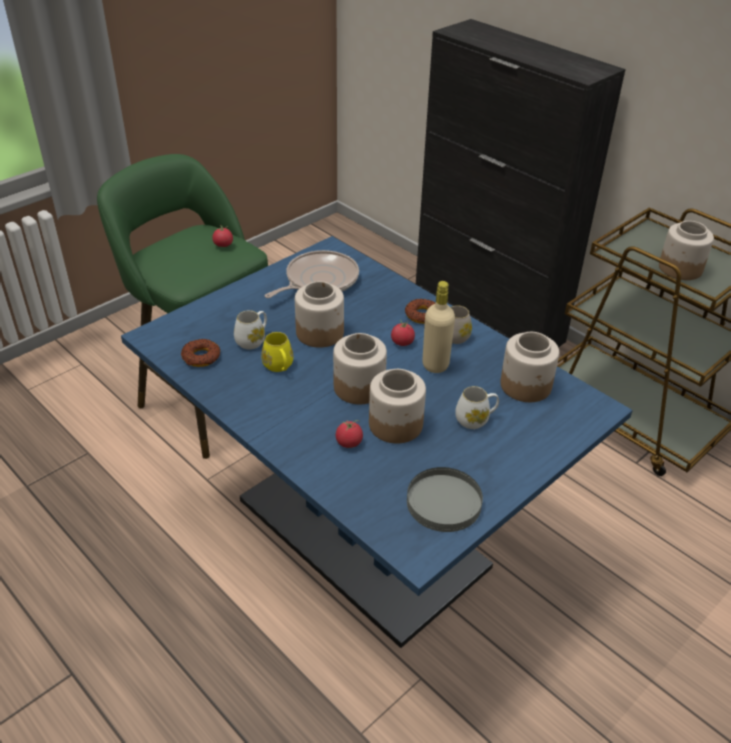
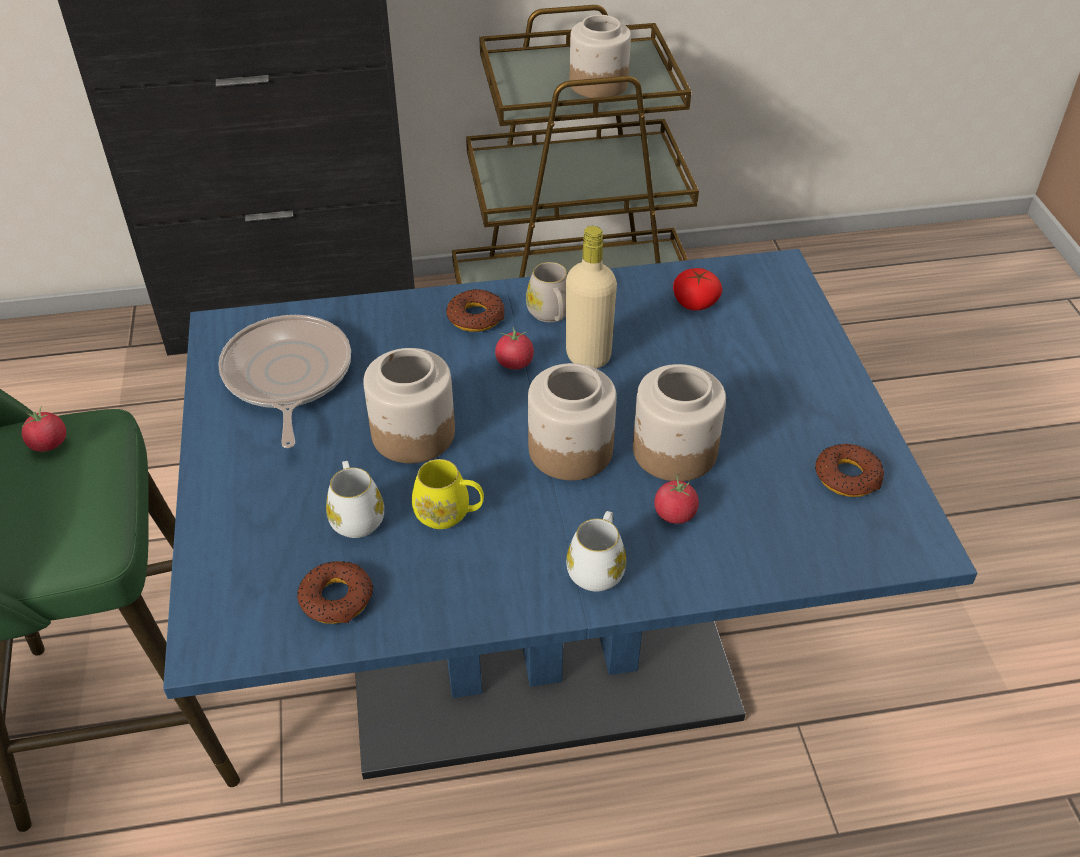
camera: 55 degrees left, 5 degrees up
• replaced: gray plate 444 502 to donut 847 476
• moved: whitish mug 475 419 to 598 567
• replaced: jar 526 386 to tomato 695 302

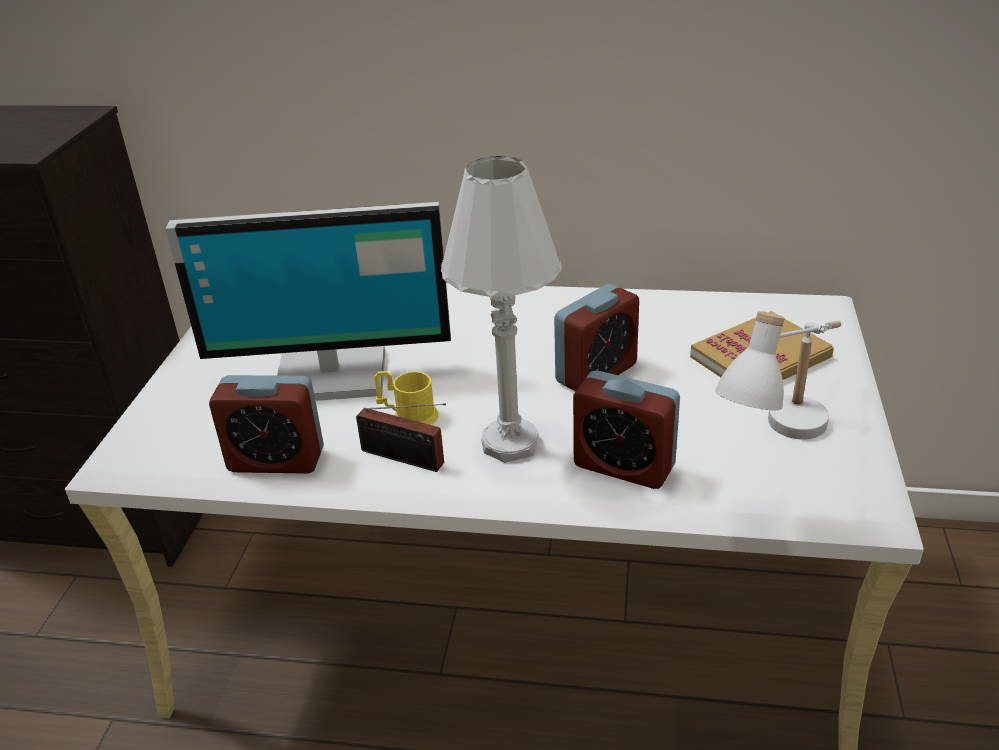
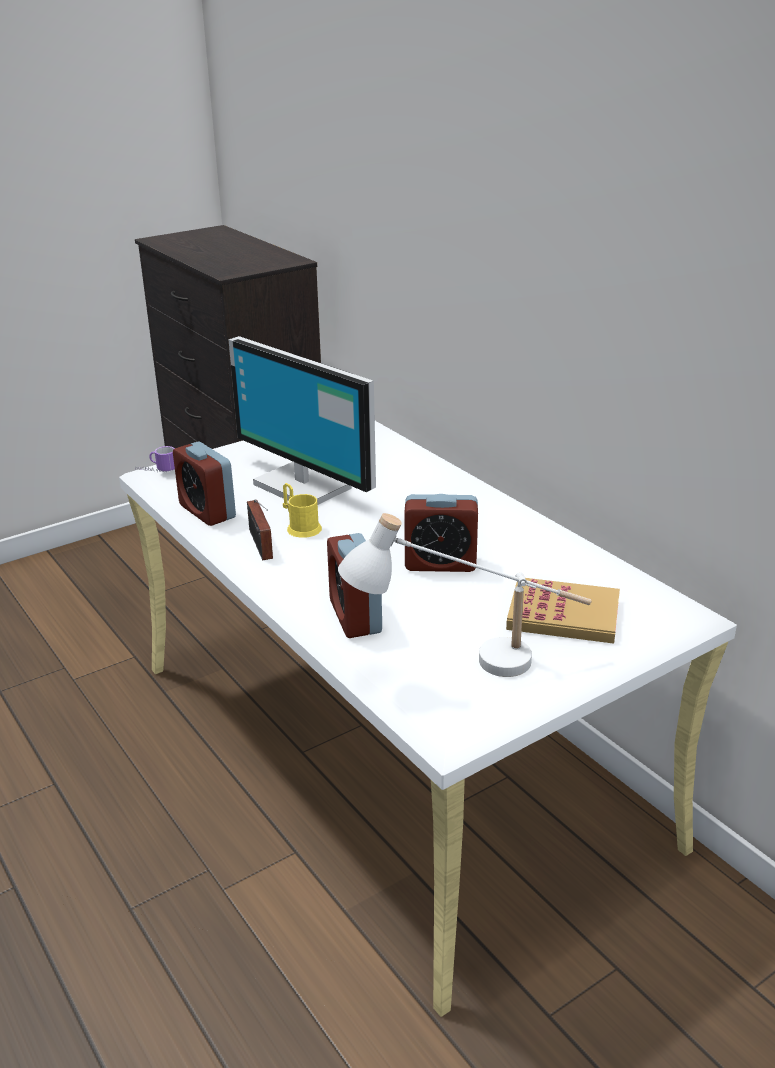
camera: 45 degrees right, 5 degrees down
• removed: whitish table lamp 510 443
• added: mug 156 472

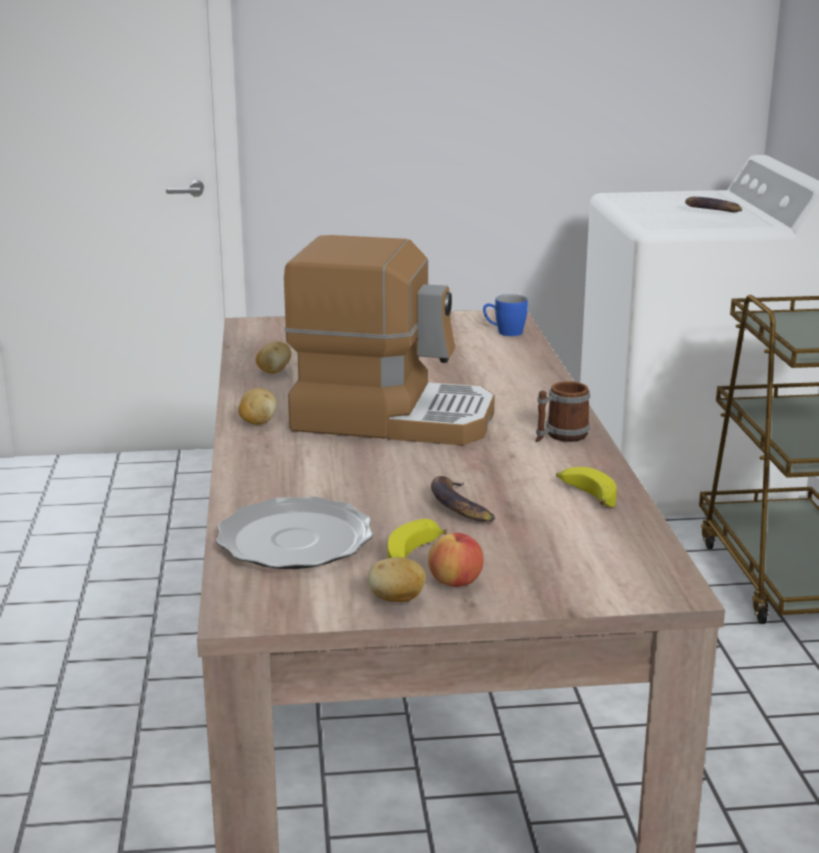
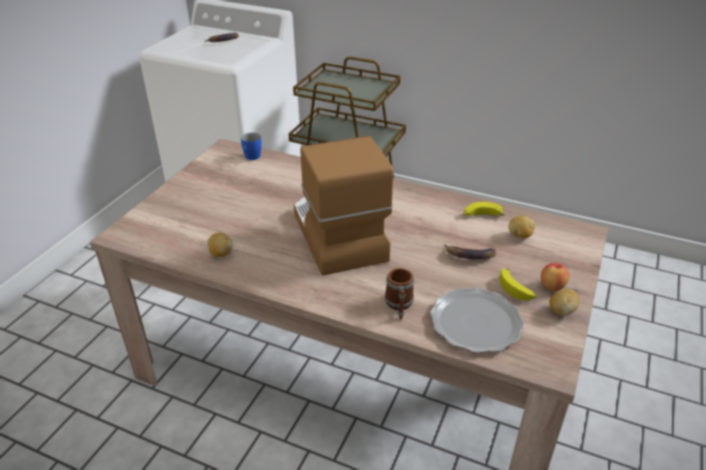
camera: 60 degrees left, 15 degrees up
• moved: spud 257 422 to 519 236
• turned: coffee brewer 392 417 = 337 235 60 degrees counterclockwise
• moved: mug 560 436 to 399 305

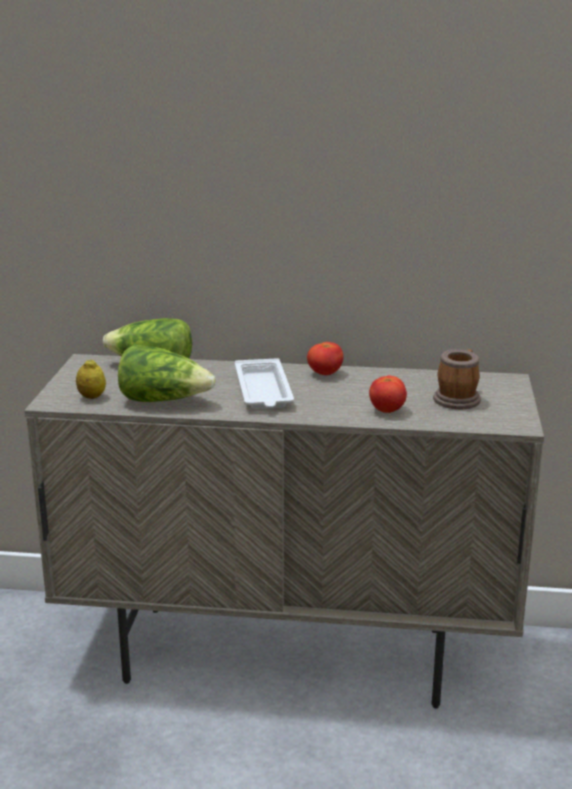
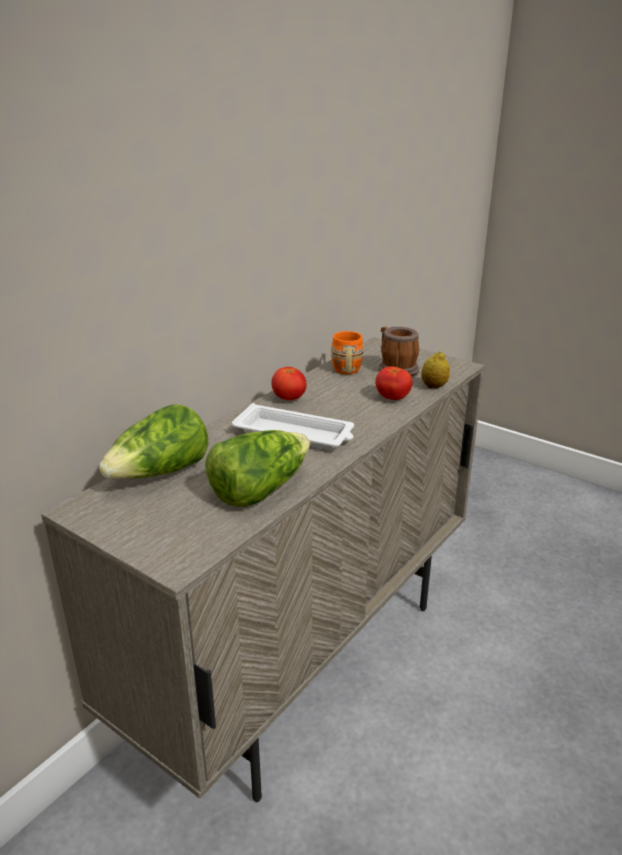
camera: 60 degrees left, 5 degrees up
• moved: whole lemon 92 397 to 434 386
• added: orange mug 346 366

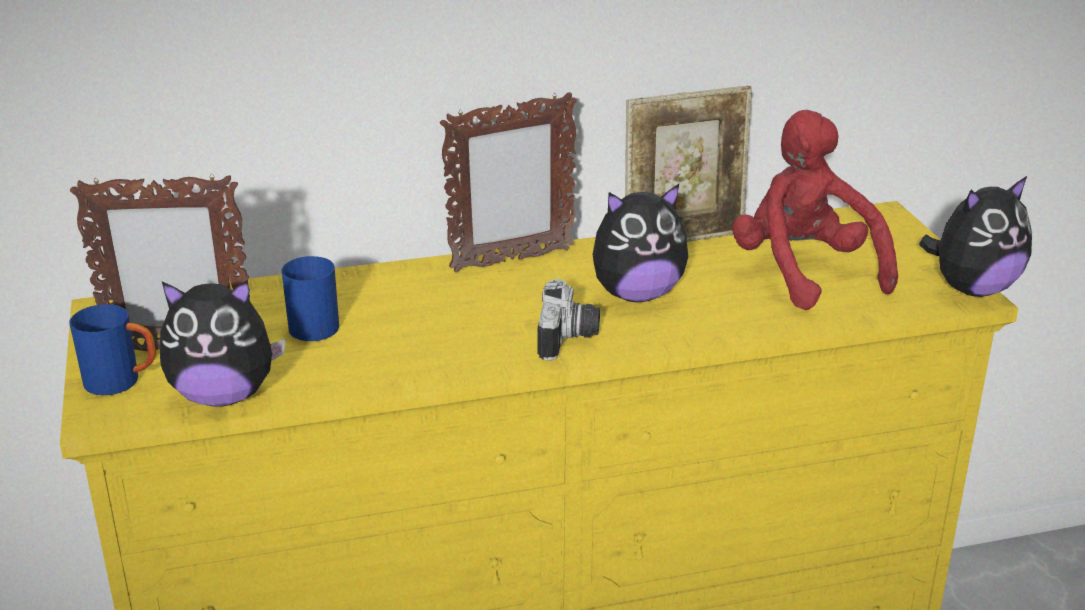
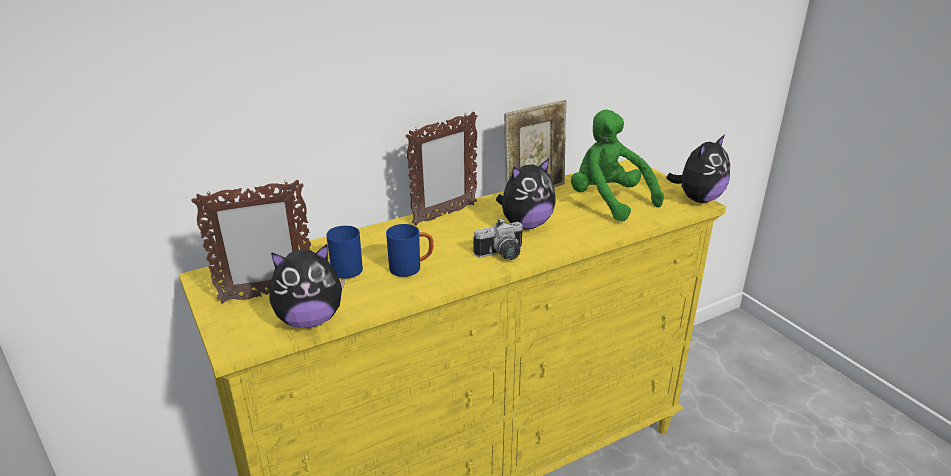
camera: 15 degrees left, 0 degrees up
• moved: blue mug 122 382 to 411 268
• turned: photo camera 569 339 = 502 255 75 degrees clockwise
• recoloured: red-coloured cuddly toy 804 272 to green-coloured cuddly toy 608 201

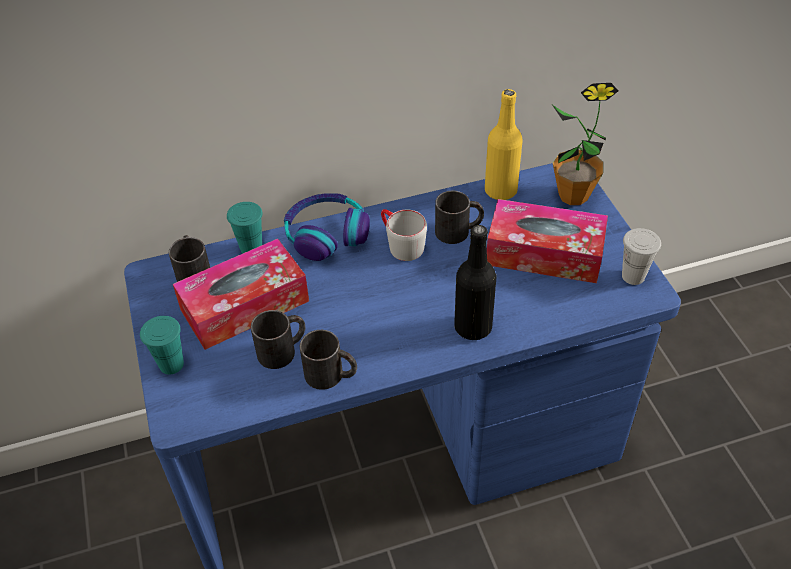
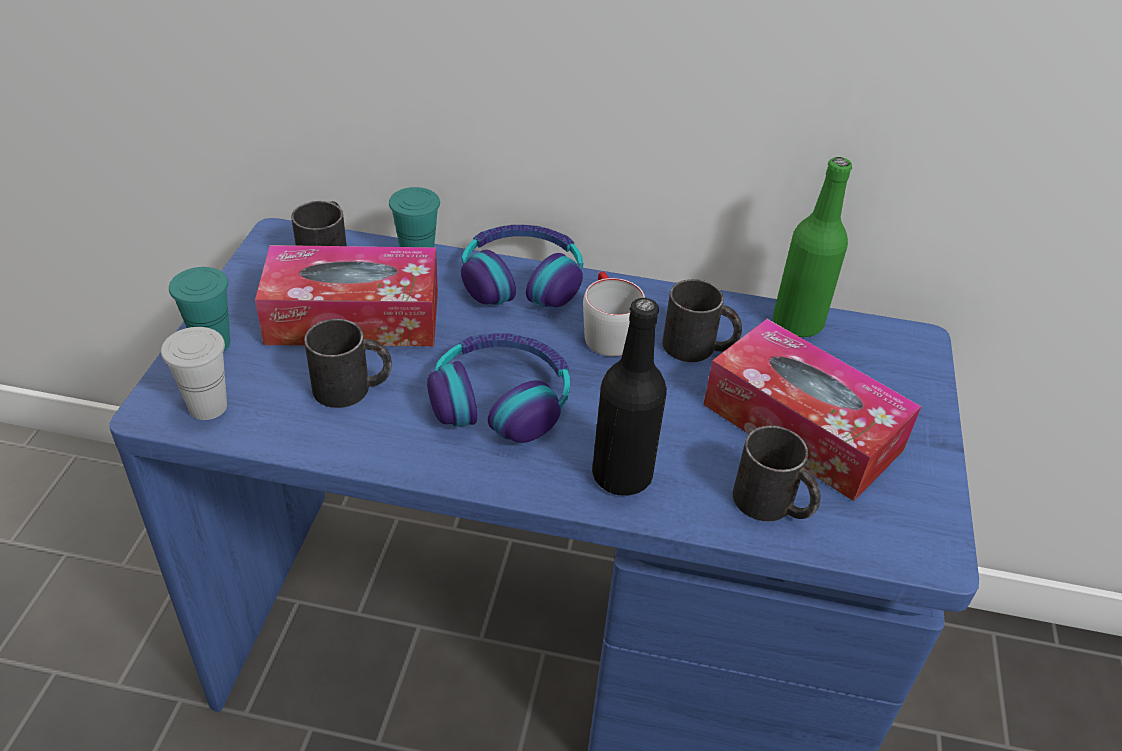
camera: 25 degrees right, 5 degrees down
• moved: black mug 331 375 to 773 505
• recoloured: yellow drink bottle 500 191 to green-coloured drink bottle 797 323
• removed: potted plant 573 195
• moved: whitish small cup 633 276 to 208 407
• added: headphones 501 399

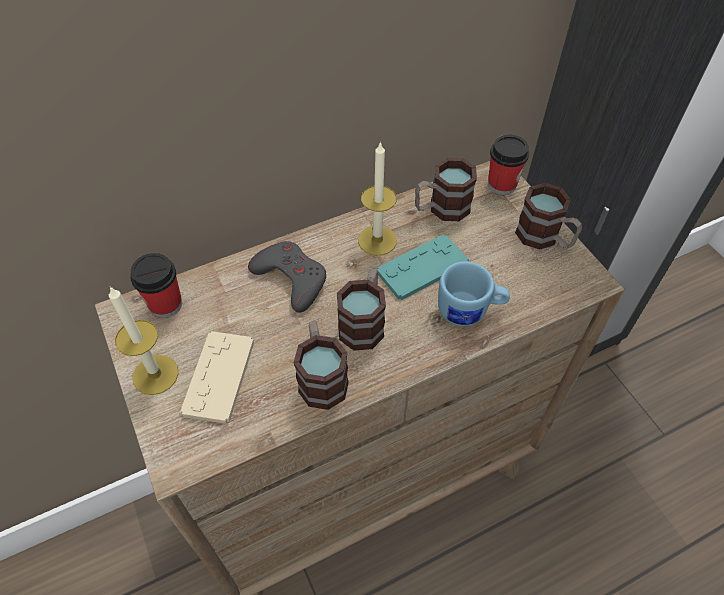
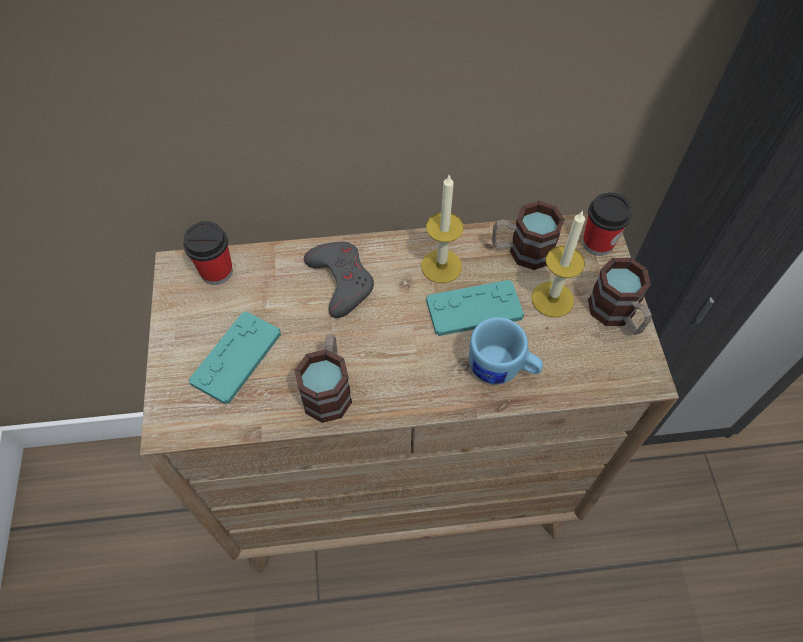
camera: 20 degrees right, 5 degrees up
• moved: wax light 155 374 to 552 299
• recoloured: beige-coloured joypad 219 377 to blue-green joypad 236 358
• removed: mug 364 322

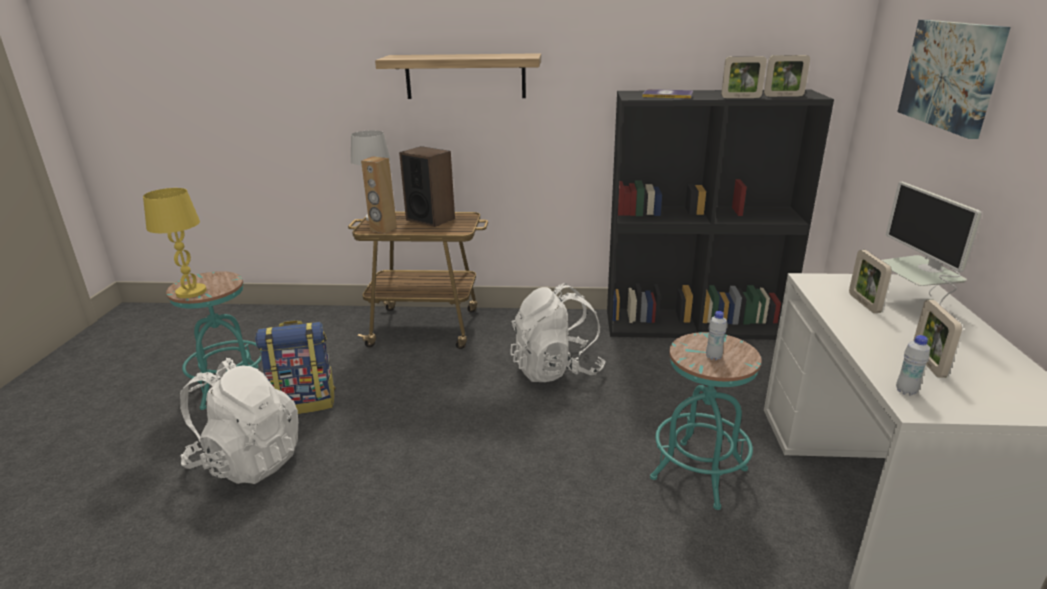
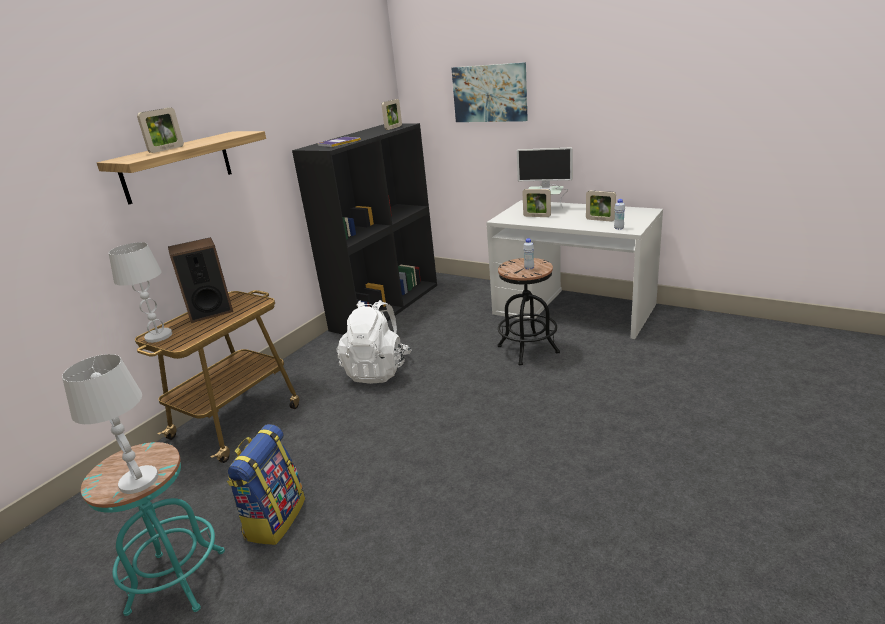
camera: 60 degrees left, 0 degrees up
• recoloured: yellow table lamp 191 292 to whitish table lamp 138 481
• removed: whitish knapsack 248 461
• removed: brown loudspeaker 383 229
• recoloured: blue-green sitting stool 699 474 to black sitting stool 528 349
• moved: standing frame 741 97 to 166 149

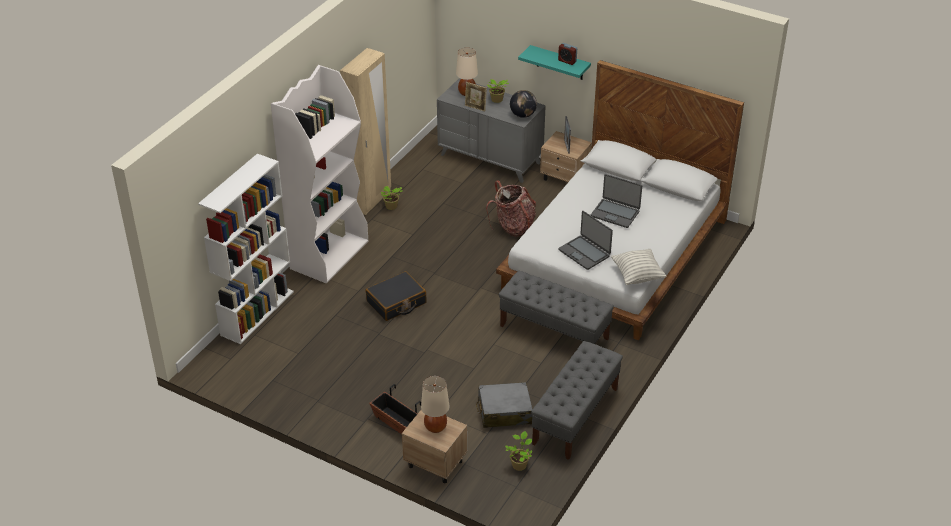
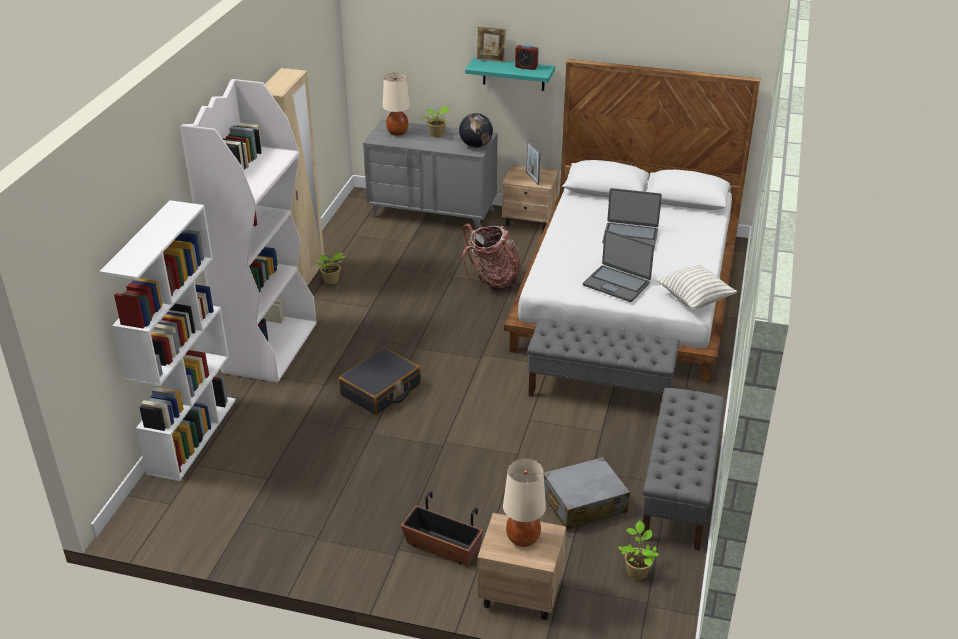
camera: 15 degrees left, 5 degrees down
• moved: standing frame 475 108 to 490 60

